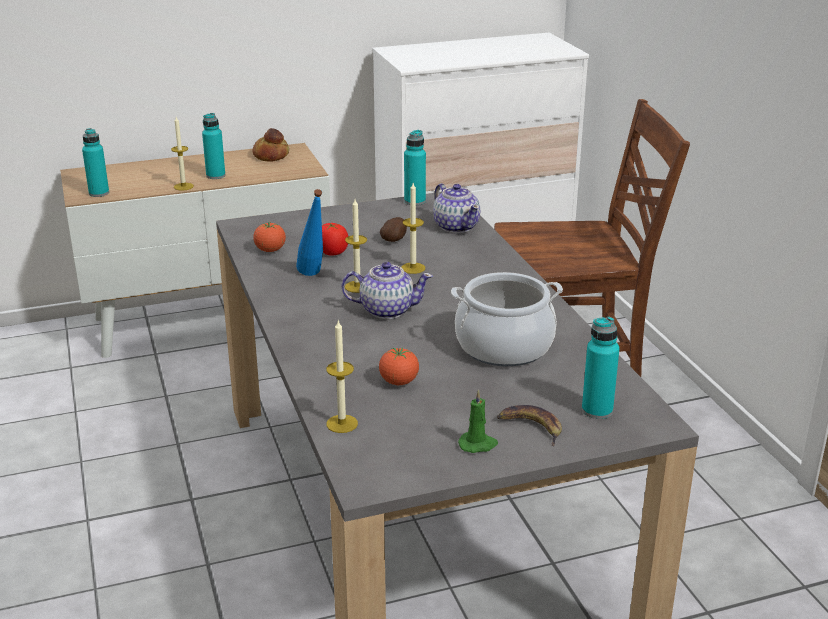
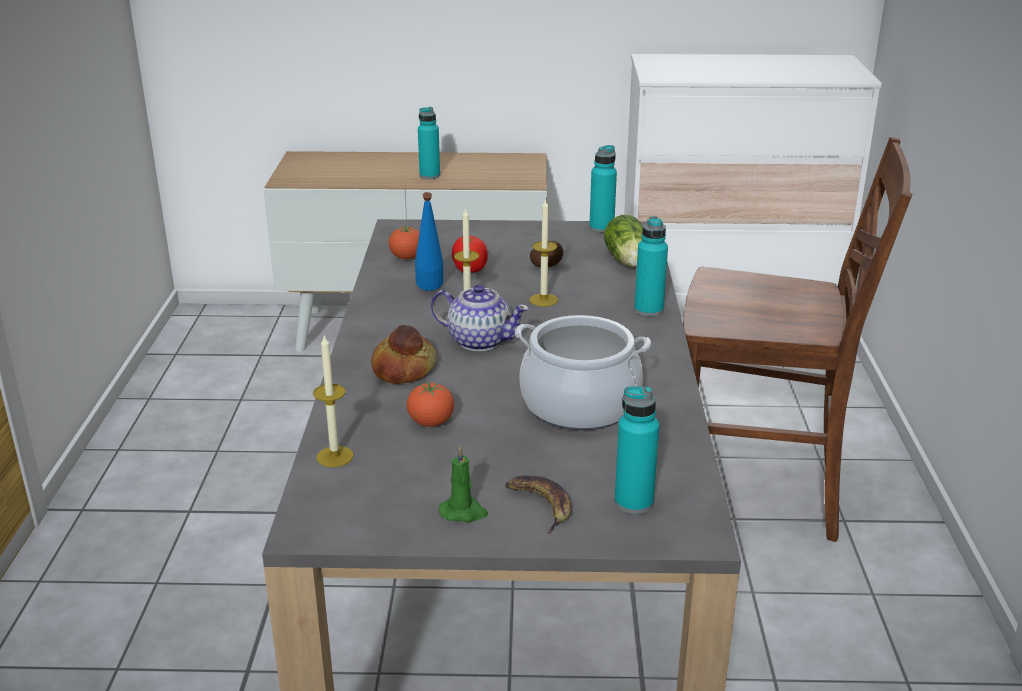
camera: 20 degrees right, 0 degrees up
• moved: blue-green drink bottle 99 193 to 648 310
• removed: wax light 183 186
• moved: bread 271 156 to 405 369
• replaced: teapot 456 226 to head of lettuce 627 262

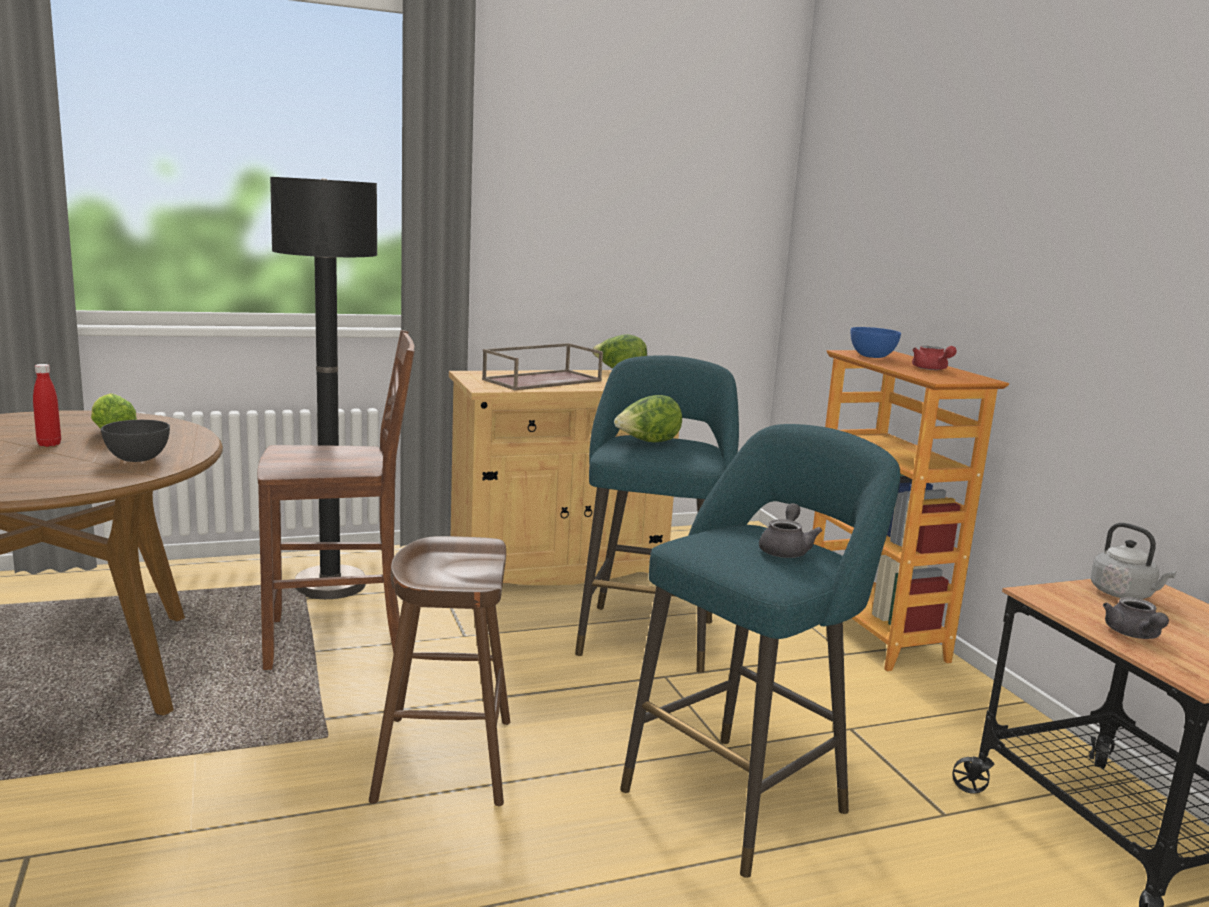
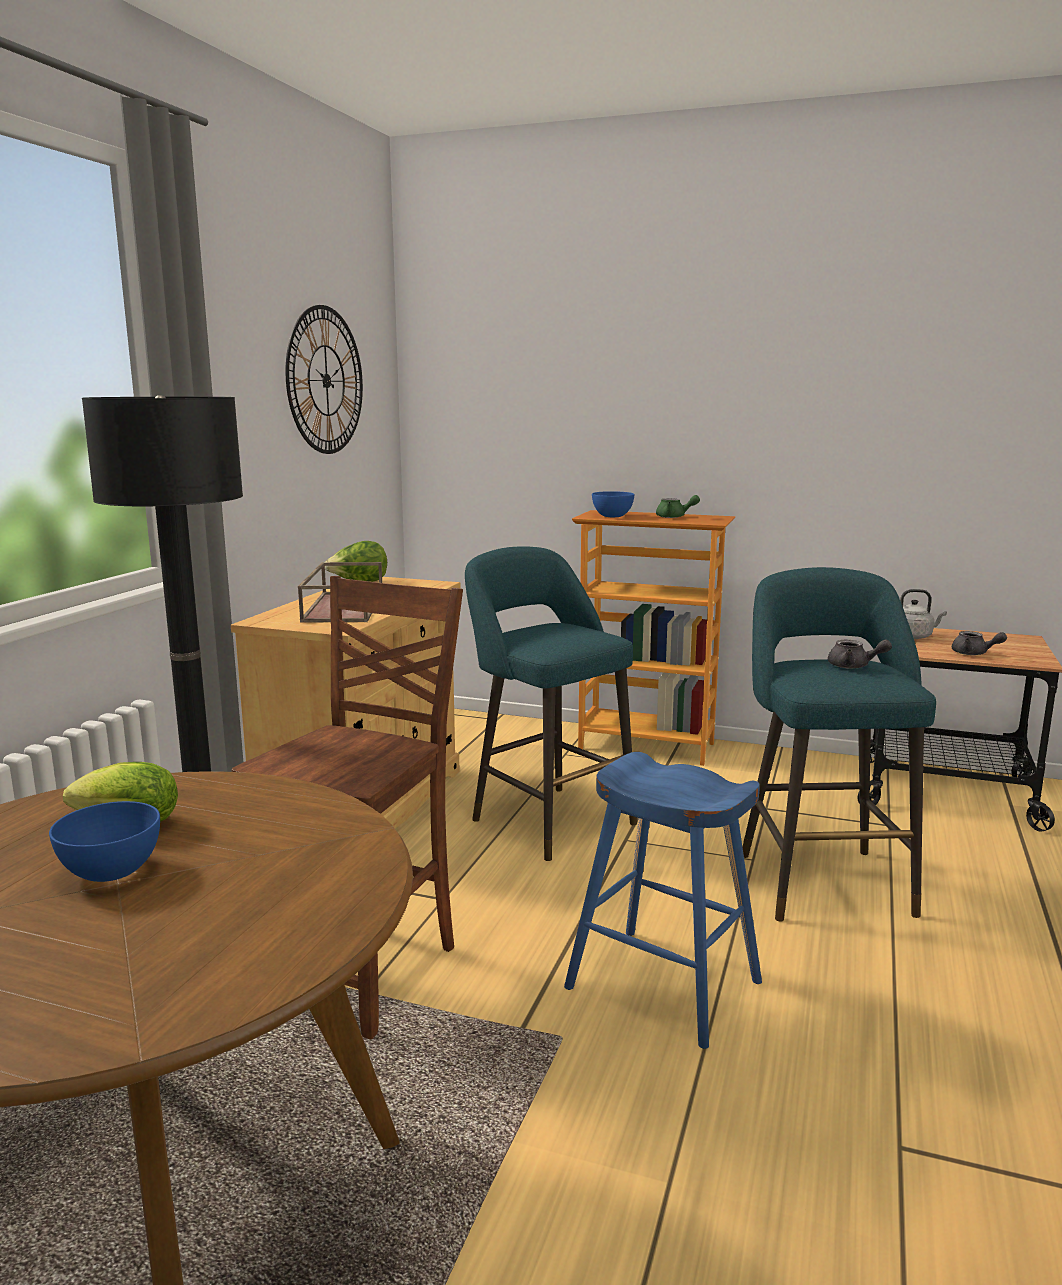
camera: 50 degrees left, 0 degrees up
• replaced: red-coloured drink bottle 49 444 to blue serving bowl 111 871
• removed: gray serving bowl 138 459
• recoloured: brown sitting stool 445 760 to blue sitting stool 664 985
• removed: head of lettuce 647 442
• turned: gray teapot 785 549 = 854 666 150 degrees clockwise
• recoloured: red-coloured teapot 931 369 to green-coloured teapot 674 517
• added: wall clock 326 380

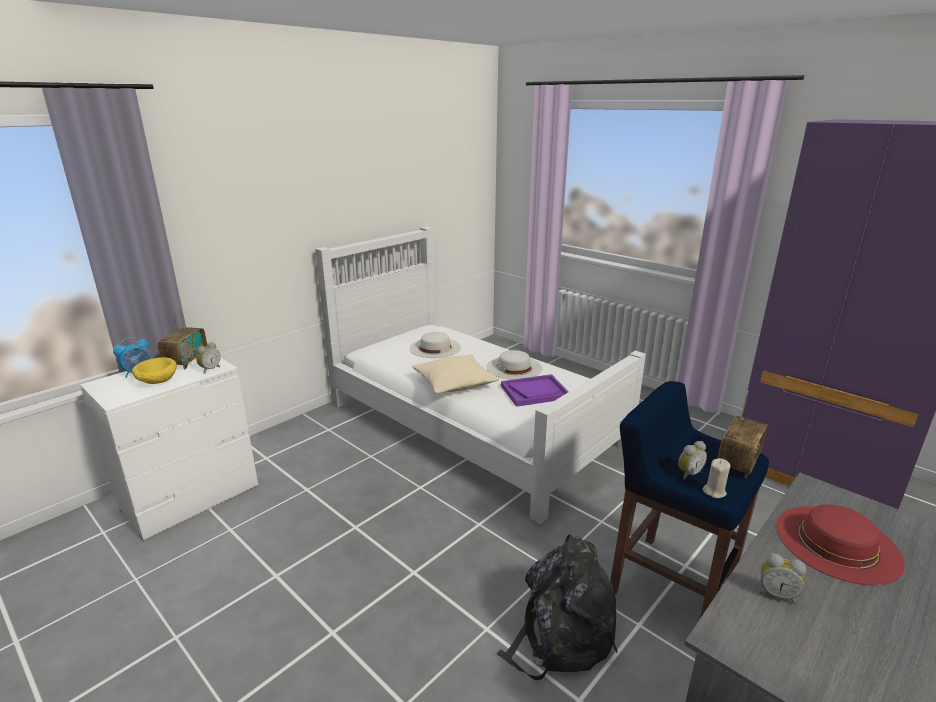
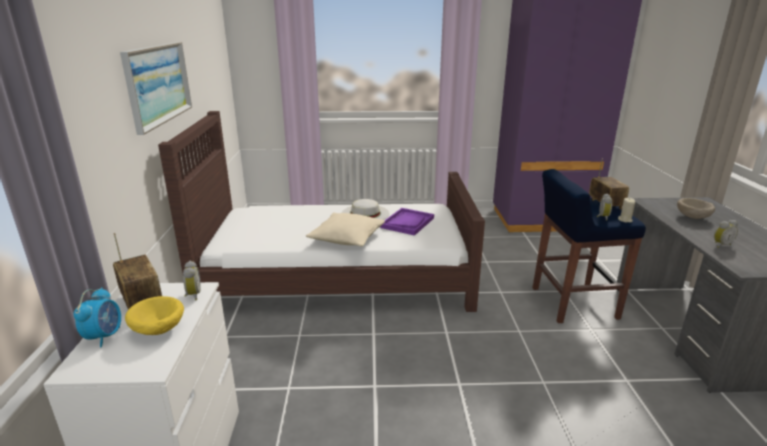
camera: 45 degrees left, 0 degrees up
• recoloured: whitish bed 471 424 to brown bed 337 276
• removed: whitish wearable hat 435 347
• removed: black knapsack 560 635
• replaced: red-coloured wearable hat 837 543 to beige-coloured serving bowl 692 217
• added: wall art 158 84

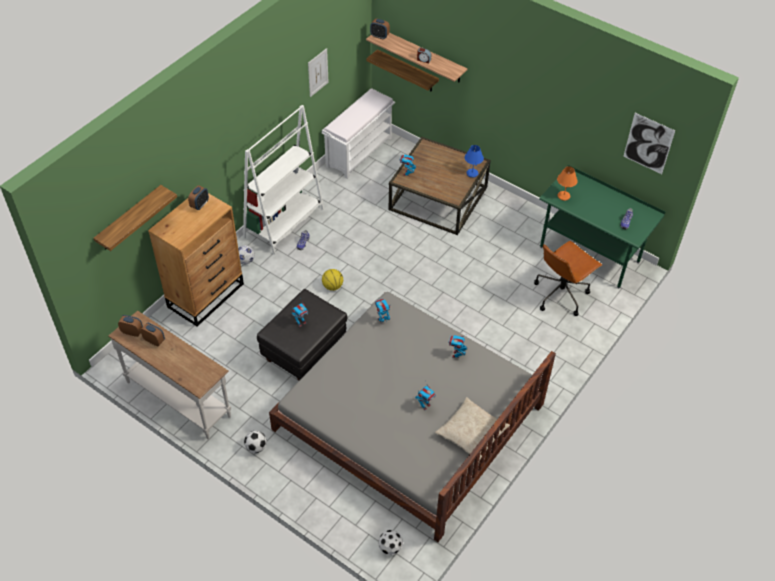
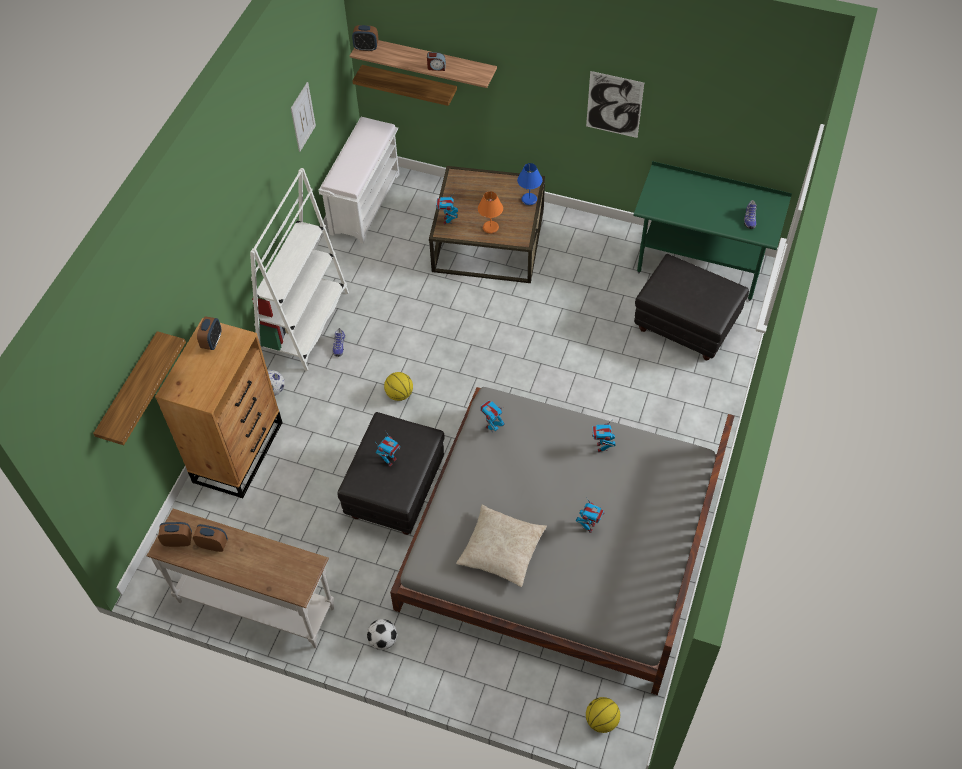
camera: 15 degrees left, 5 degrees up
• replaced: football ball 390 547 to ball for basketball 601 720
• moved: beige-coloured throw pillow 471 433 to 501 550
• replaced: brown office chair 561 294 to black pouffe 685 327
• moved: orange table lamp 563 196 to 490 227
• moved: wall art 648 143 to 614 105

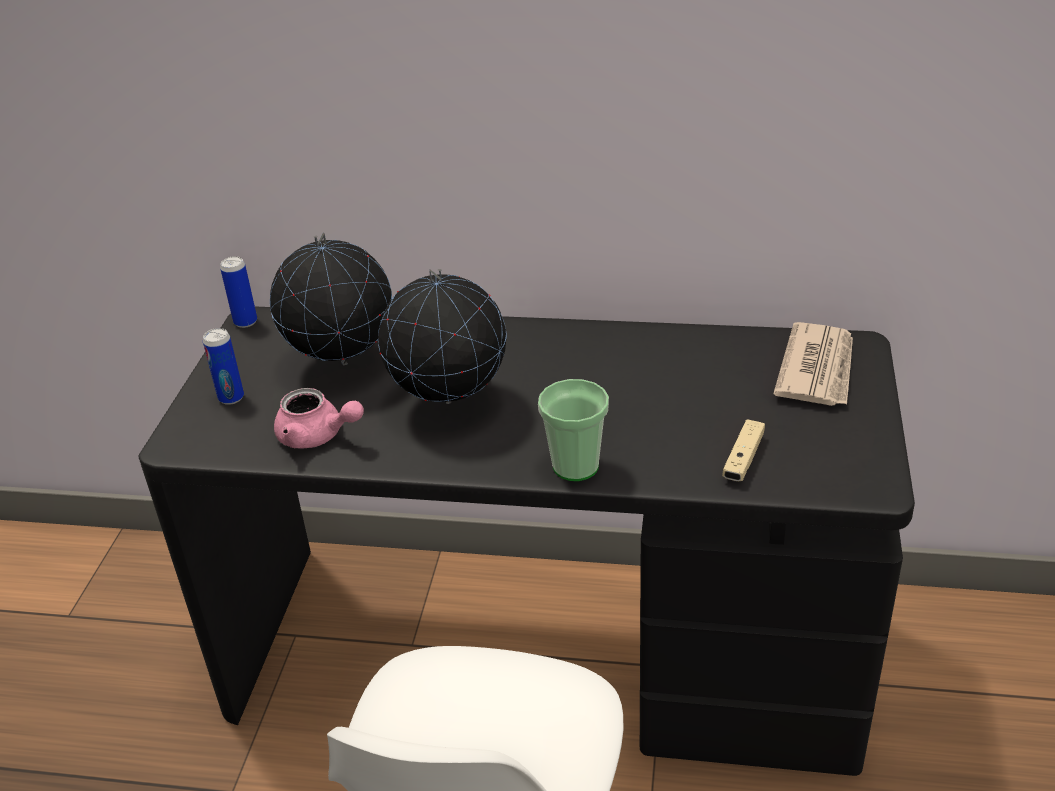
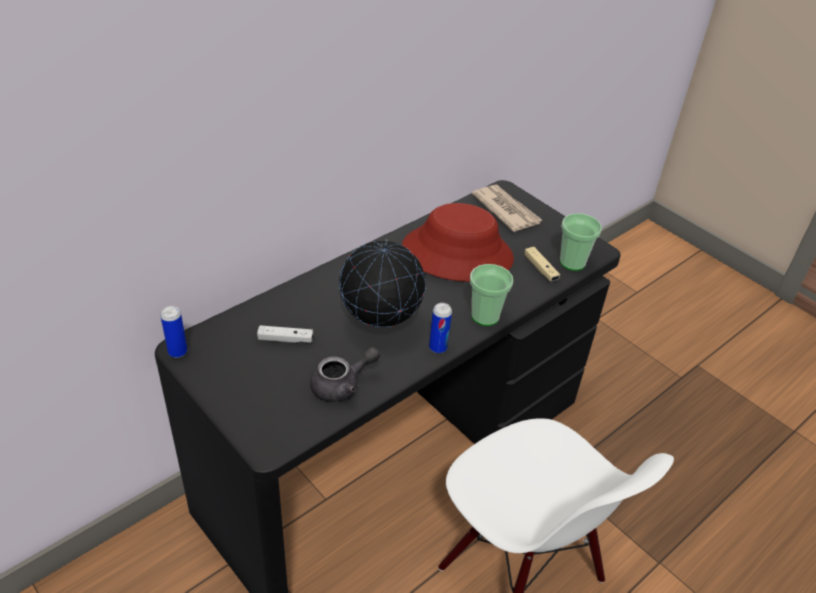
camera: 55 degrees left, 5 degrees up
• moved: metal can 231 398 to 438 347
• replaced: desk globe 342 364 to whitish joypad 285 339
• recoloured: pink-coloured teapot 317 436 to gray teapot 342 386
• added: red-coloured wearable hat 457 253
• added: small cup 572 262

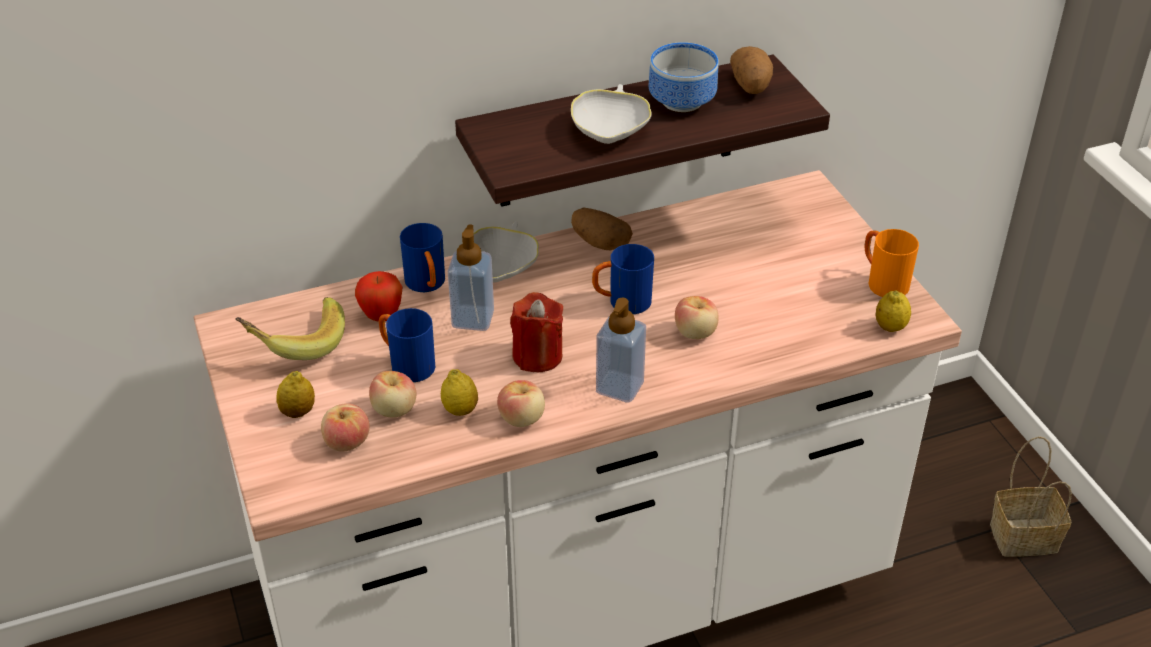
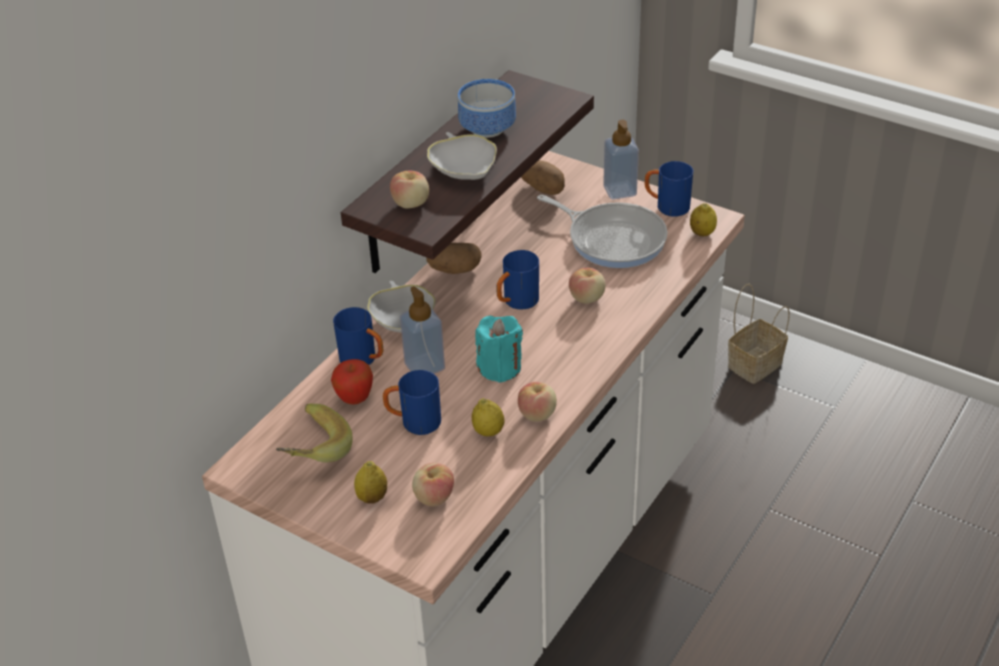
camera: 35 degrees left, 0 degrees up
• moved: apple 394 410 to 411 203
• recoloured: red-coloured wax light 537 356 to blue-green wax light 499 367
• moved: liquid soap bottle 619 387 to 620 190
• moved: spud 751 86 to 544 189
• recoloured: orange mug 882 282 to blue mug 666 206
• added: skillet 612 239

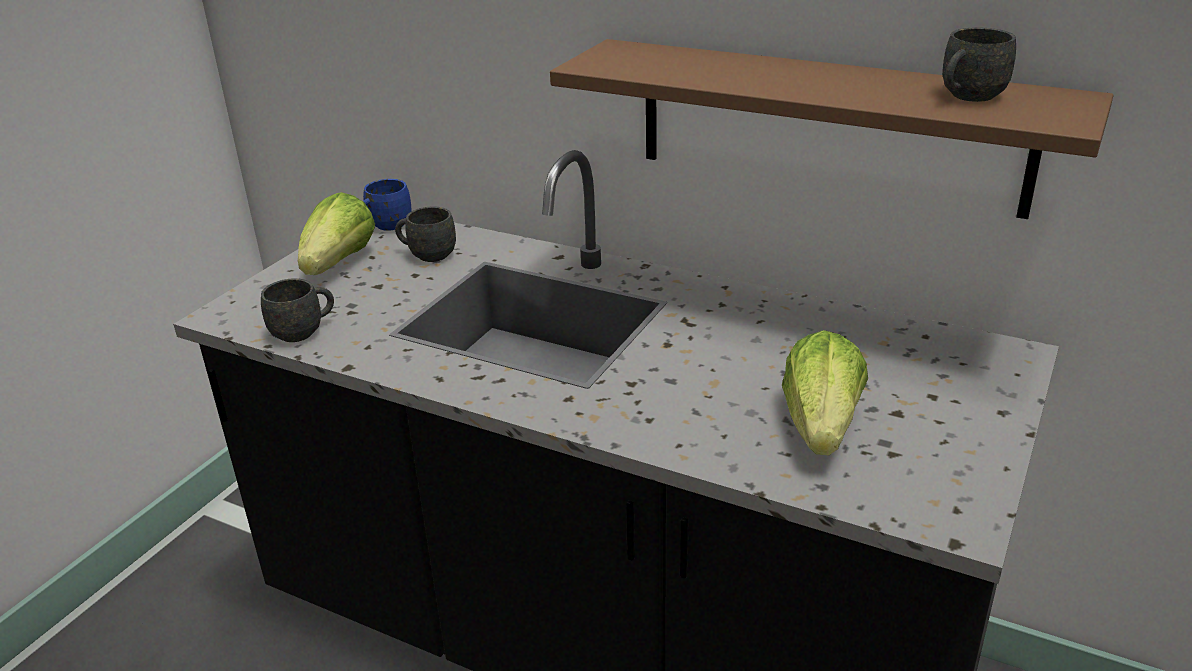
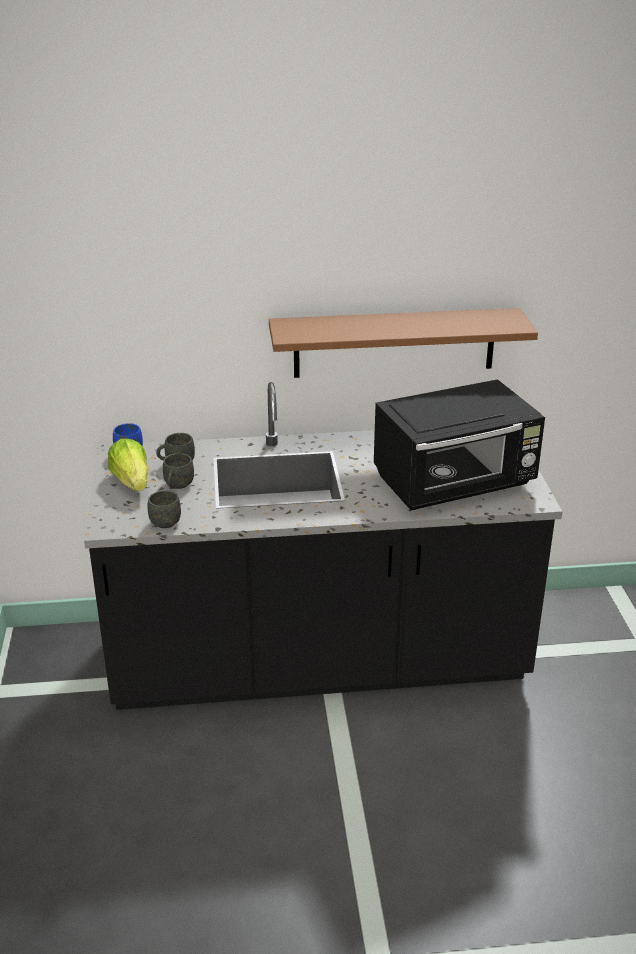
camera: 35 degrees left, 0 degrees up
• replaced: head of lettuce 821 425 to black microwave 456 483
• moved: gray mug 967 97 to 177 486

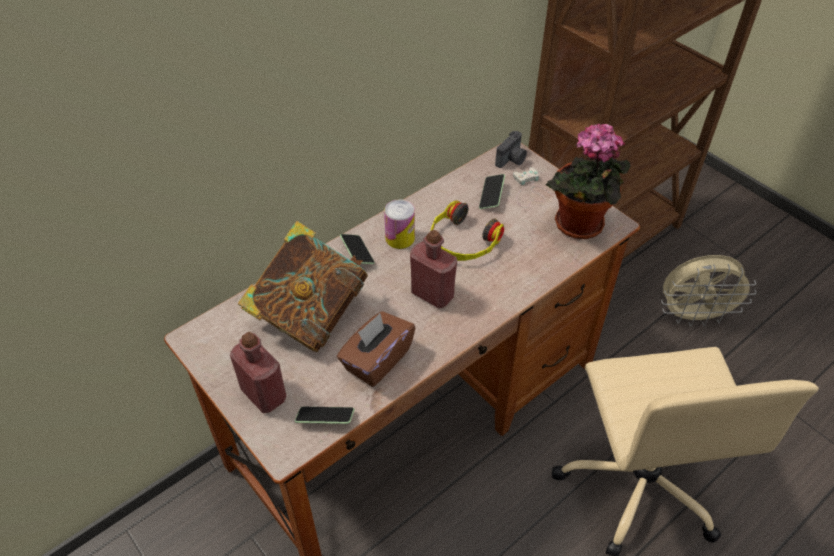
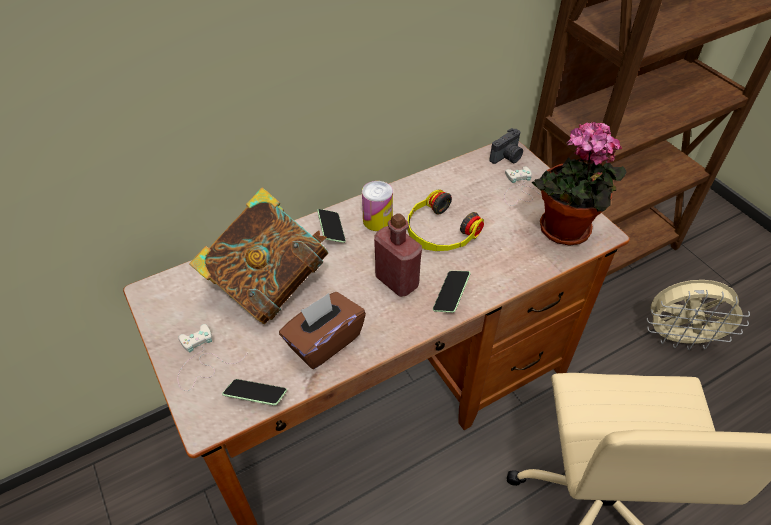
camera: 10 degrees right, 0 degrees up
• replaced: red-coloured drink bottle 263 394 to whitish joypad 202 360
• moved: telephone 491 196 to 451 296

